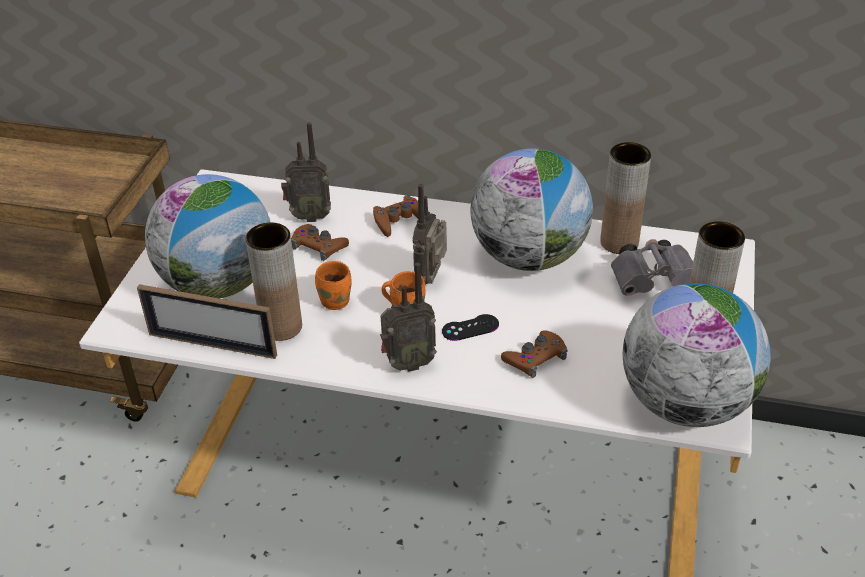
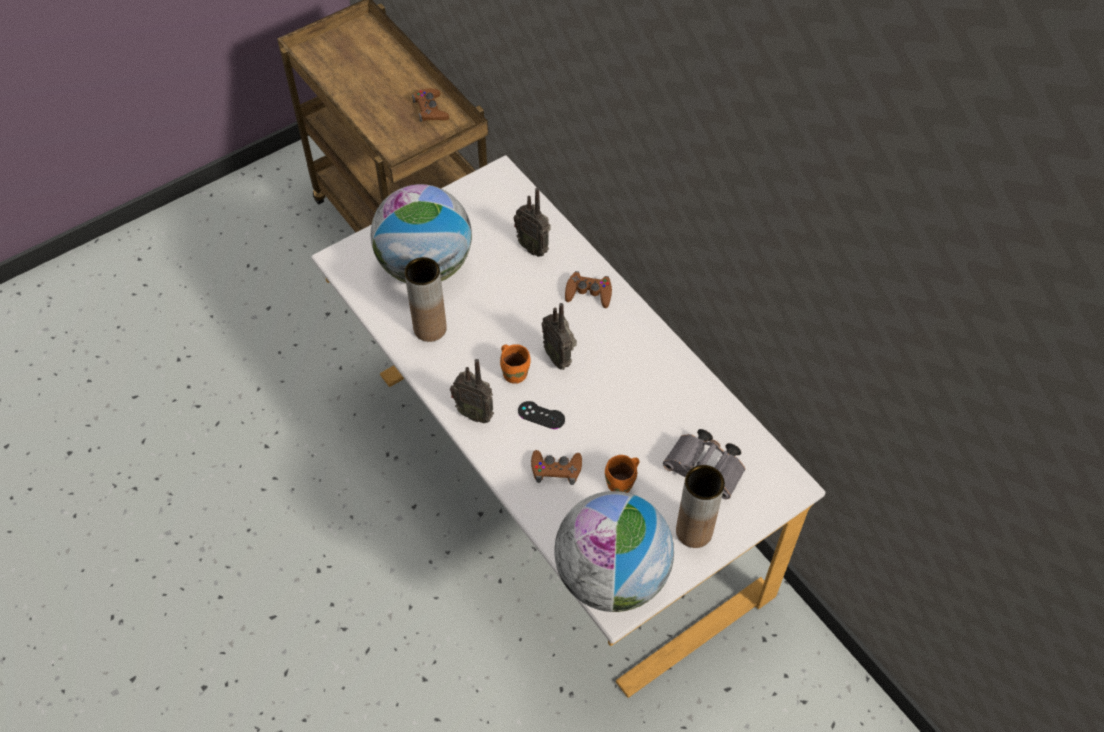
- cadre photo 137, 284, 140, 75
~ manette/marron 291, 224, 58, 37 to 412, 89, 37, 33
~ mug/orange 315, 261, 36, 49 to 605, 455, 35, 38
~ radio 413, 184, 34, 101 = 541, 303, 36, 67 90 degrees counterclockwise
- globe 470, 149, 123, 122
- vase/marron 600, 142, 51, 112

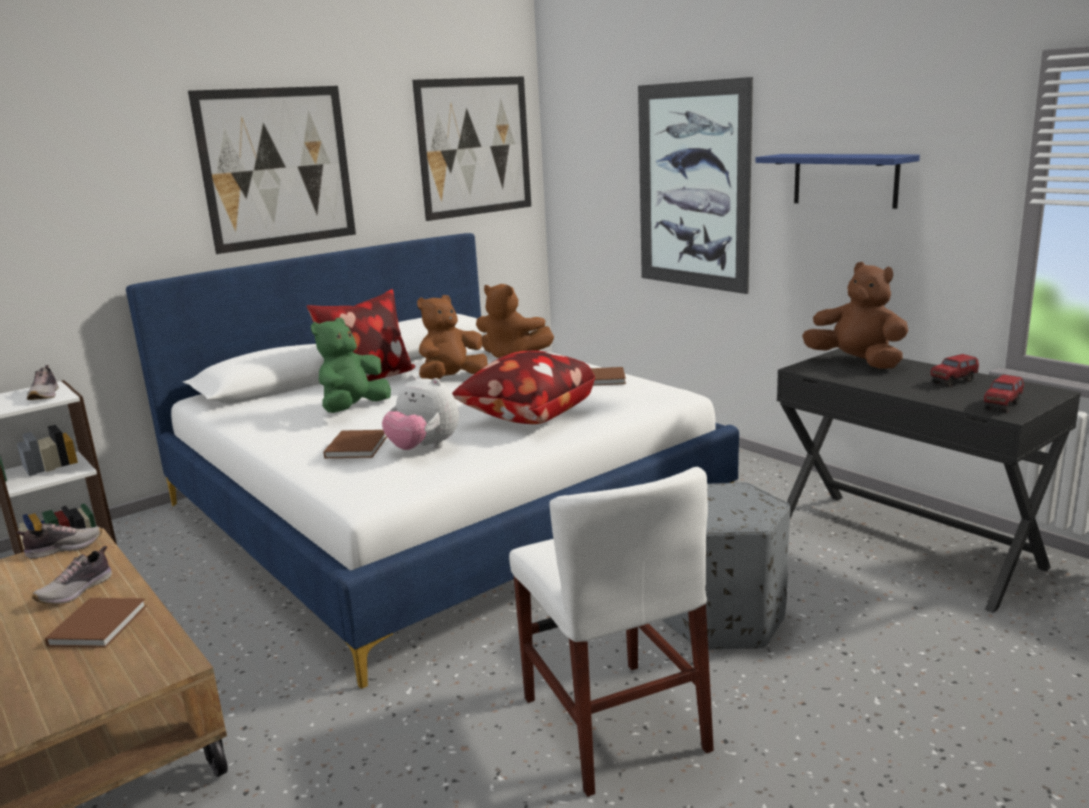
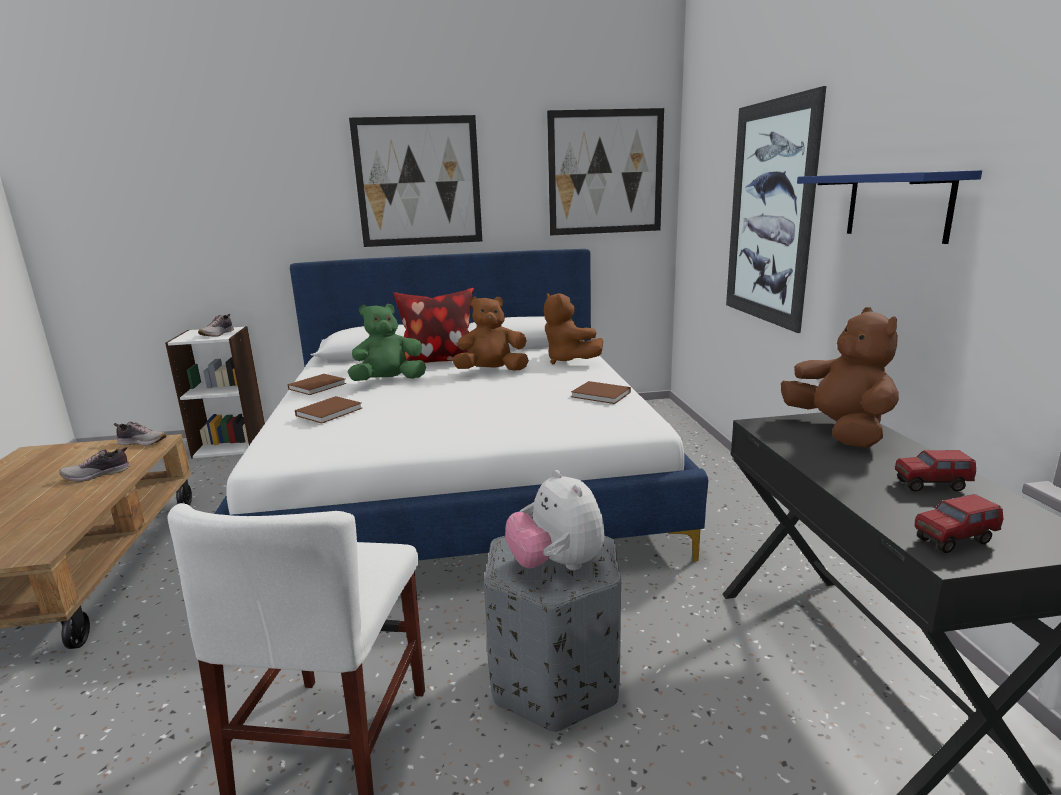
~ livre/marron 45, 598, 102, 50 to 287, 374, 59, 21
~ peluche 382, 375, 77, 75 to 505, 470, 100, 100
- coussin 452, 350, 143, 74

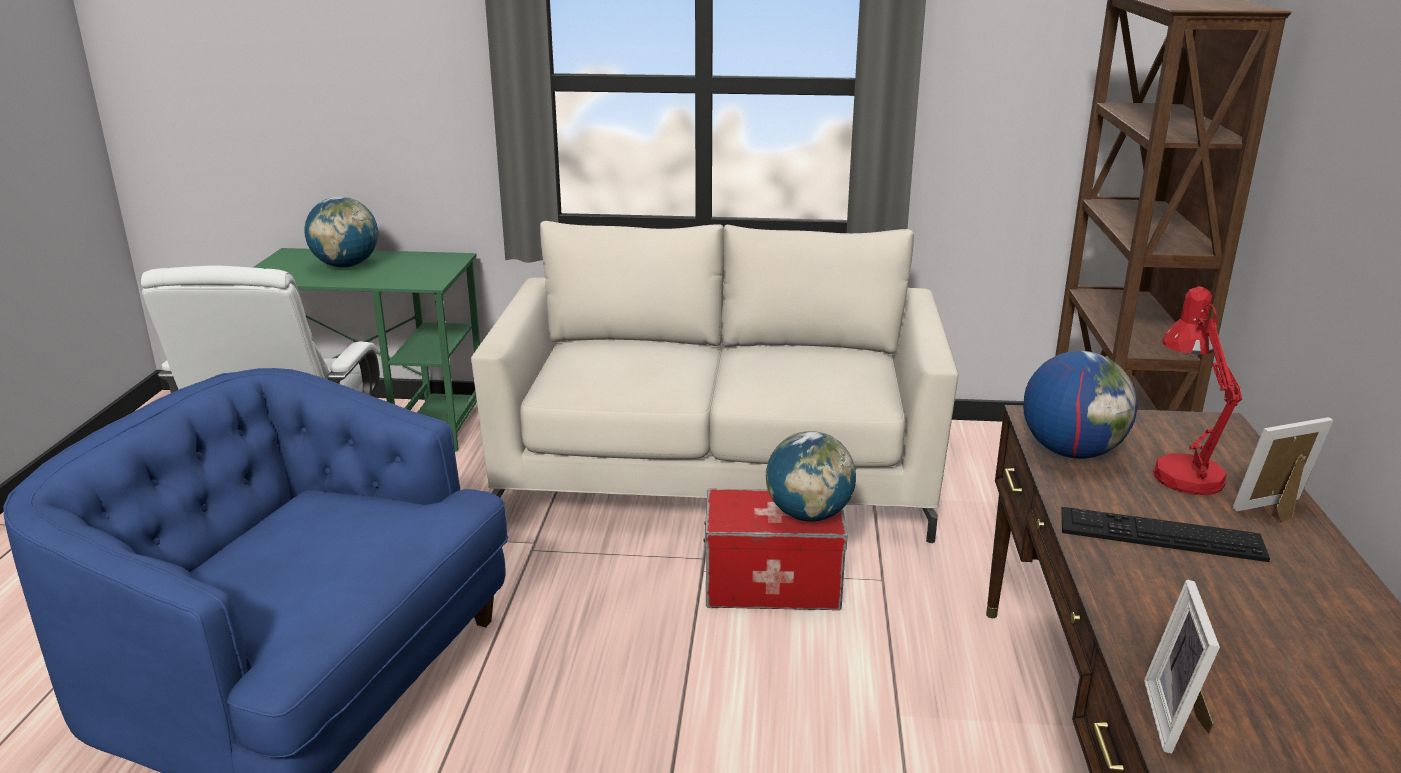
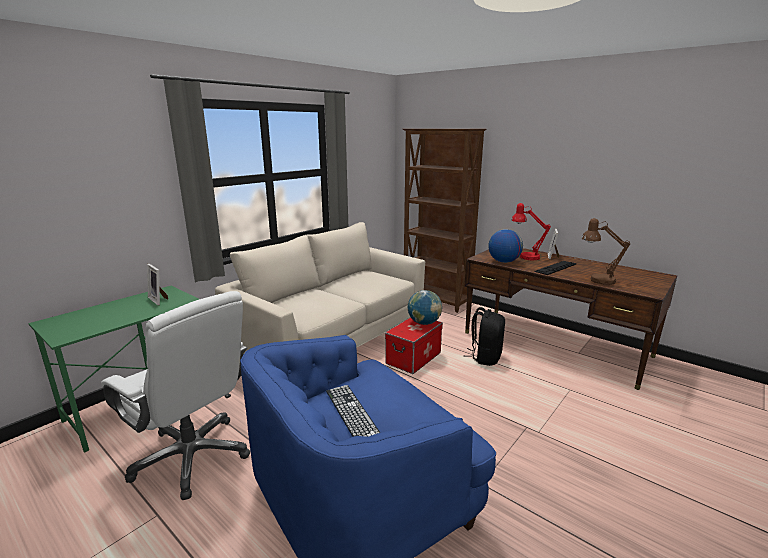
- globe 304, 197, 74, 71
~ cadre photo 1144, 580, 76, 174 to 147, 264, 21, 41
+ clavier 326, 385, 54, 52
+ sac à dos/noir 463, 307, 42, 59
+ lampe de table/marron 582, 218, 48, 67

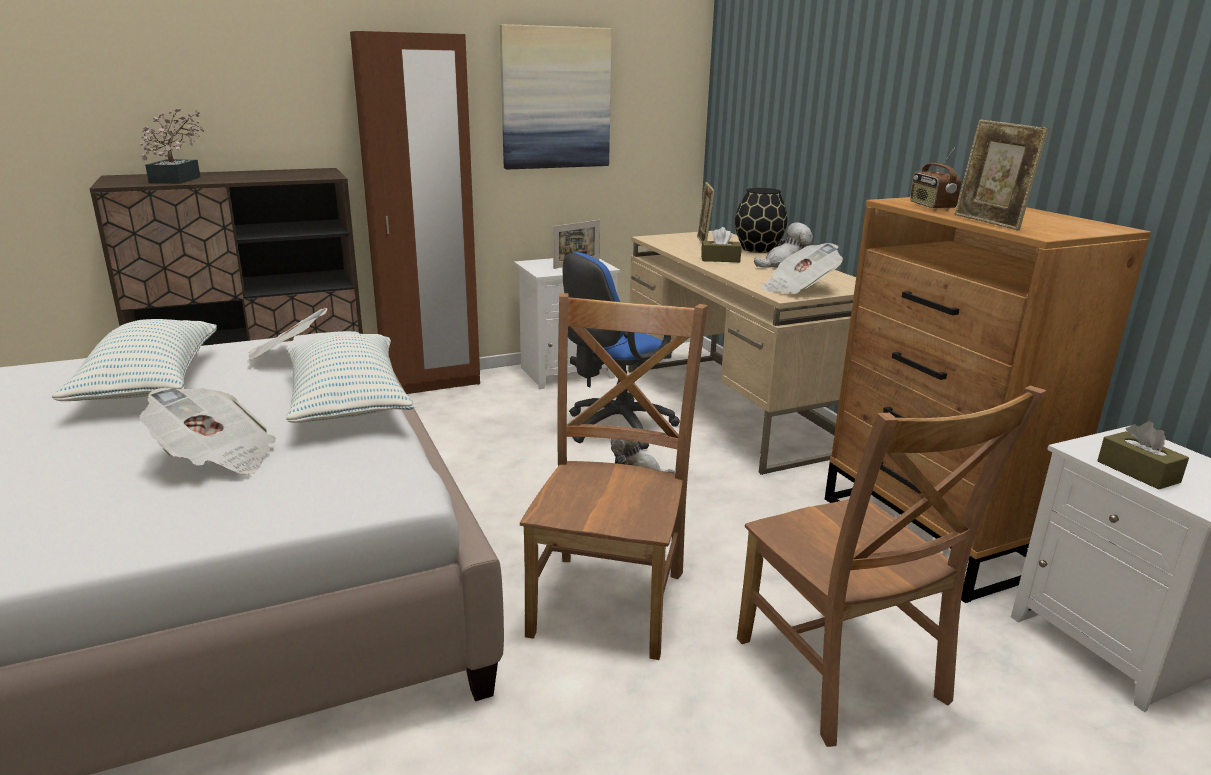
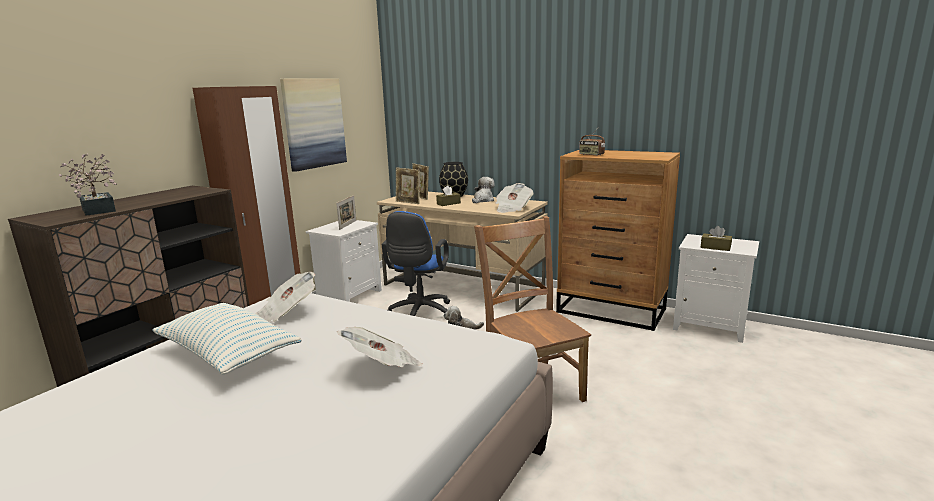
- coussin 286, 333, 128, 90
- chaise/marron 737, 386, 309, 361
~ cadre photo 955, 119, 94, 112 to 396, 167, 24, 37

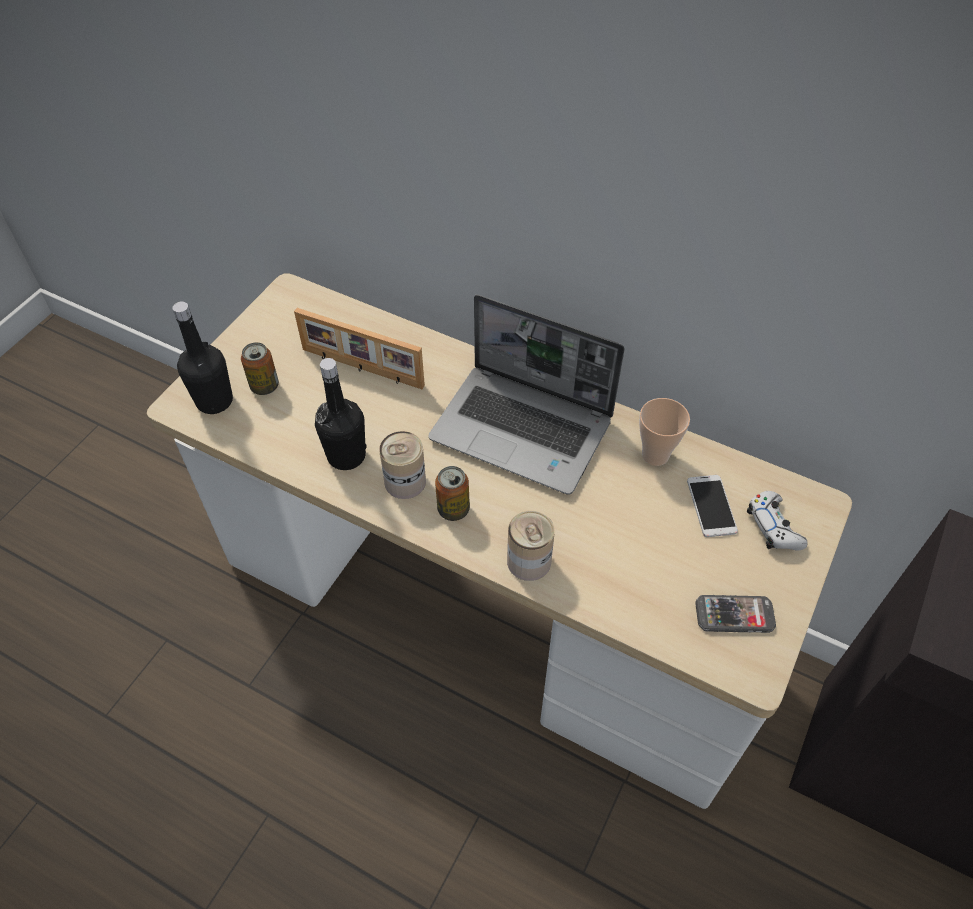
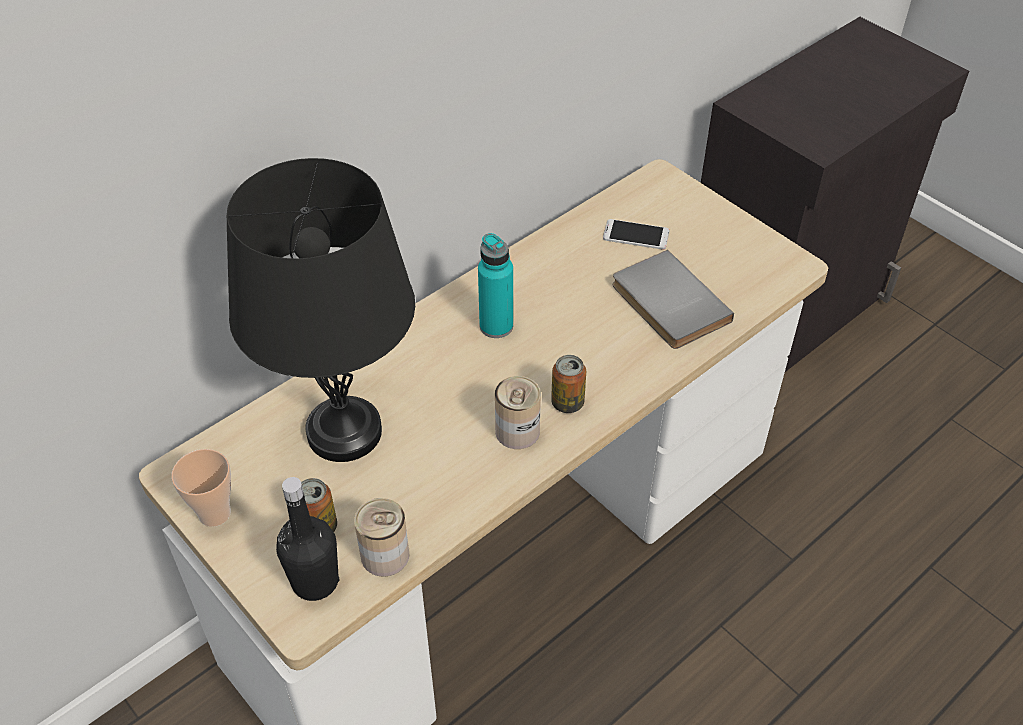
~ cadre photo 294, 308, 131, 81 to lampe de table/noir 227, 158, 188, 304
- bouteille/noir 315, 358, 52, 112
~ ordinateur portable 429, 295, 196, 200 to bouteille/turquoise 478, 233, 35, 105
~ boîte métallique 507, 511, 48, 70 to 354, 498, 56, 79
~ tasse 639, 398, 51, 68 to 171, 449, 60, 78
- téléphone 695, 595, 81, 38
- manette/blanc 747, 491, 61, 60
+ livre/gris 612, 250, 122, 99

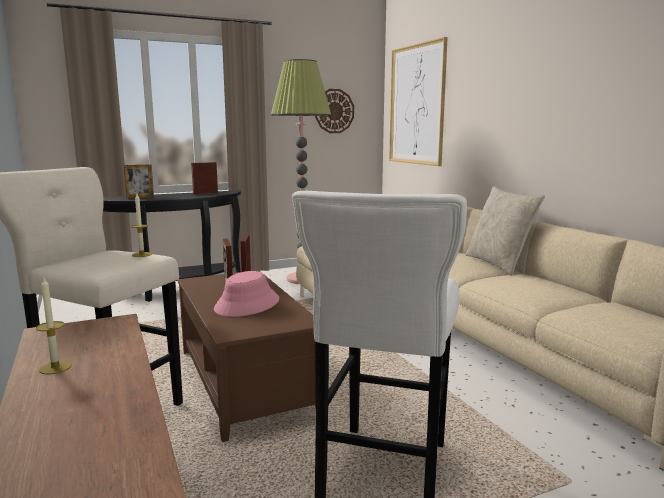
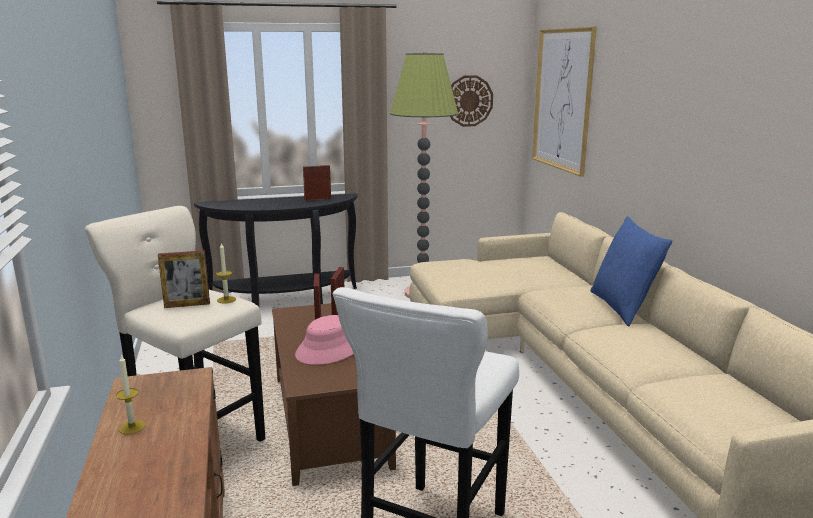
~ cadre photo 124, 164, 30, 35 to 158, 250, 52, 58
~ coussin/beige 465, 187, 80, 89 to coussin/bleu 590, 216, 82, 110

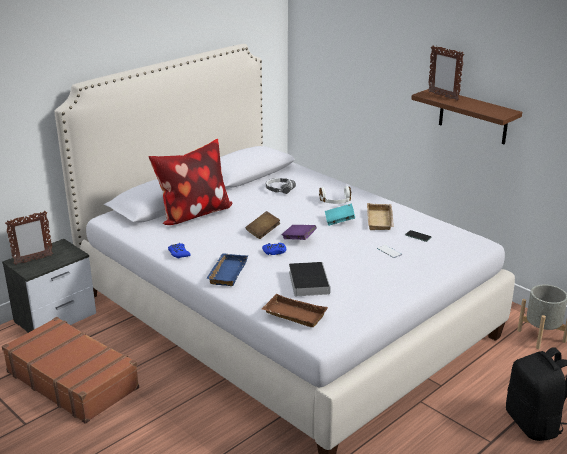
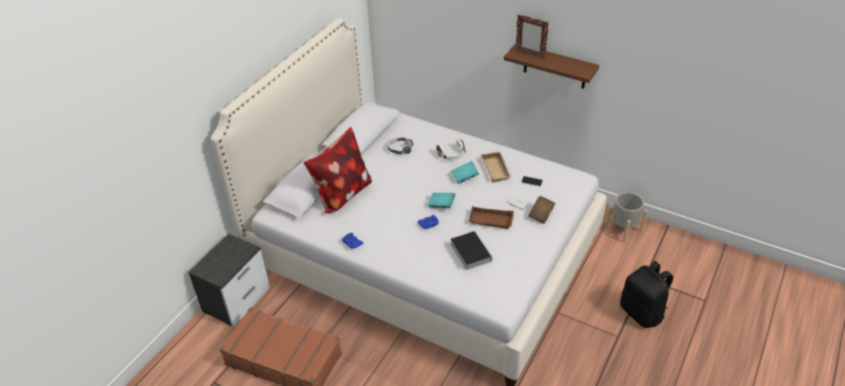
- cadre photo 5, 211, 48, 54
- plateau/bleu 206, 253, 42, 33
~ livre/marron 246, 211, 34, 28 to 528, 196, 27, 28
~ plateau/marron 262, 294, 66, 33 to 468, 206, 46, 23
~ livre/violet 282, 225, 35, 15 to livre/turquoise 428, 193, 28, 15

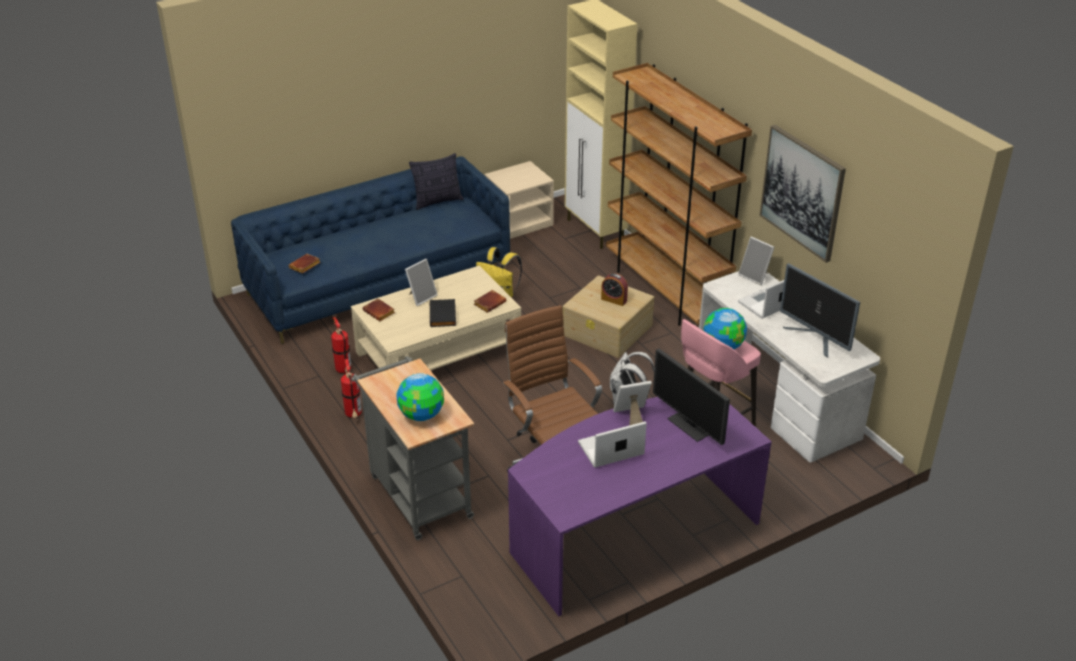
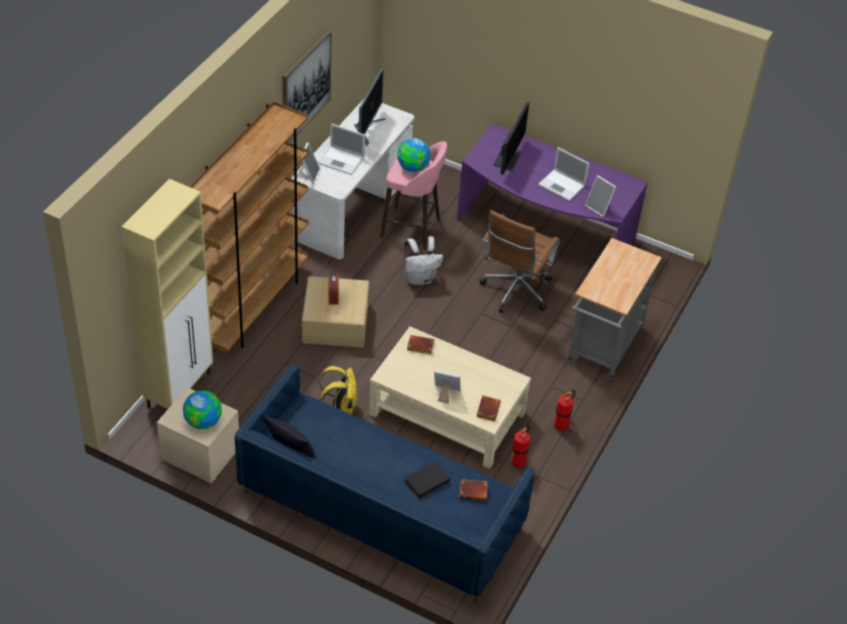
~ globe 396, 373, 48, 48 to 183, 390, 39, 39
~ livre/noir 430, 299, 26, 28 to 404, 461, 46, 37
~ cadre photo 613, 381, 39, 44 to 585, 175, 31, 42

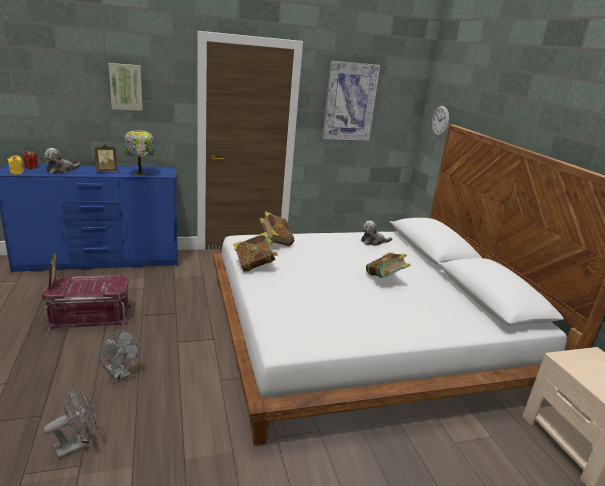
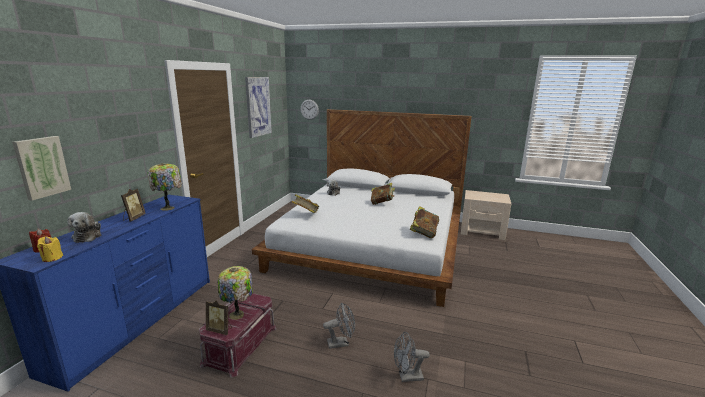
~ ventilateur/gris 44, 389, 52, 70 = 394, 332, 36, 50 90 degrees counterclockwise
~ tableau 109, 63, 34, 48 to 12, 136, 59, 65
~ livre 233, 232, 45, 40 to 410, 206, 29, 32
+ lampe de table 218, 266, 35, 54

